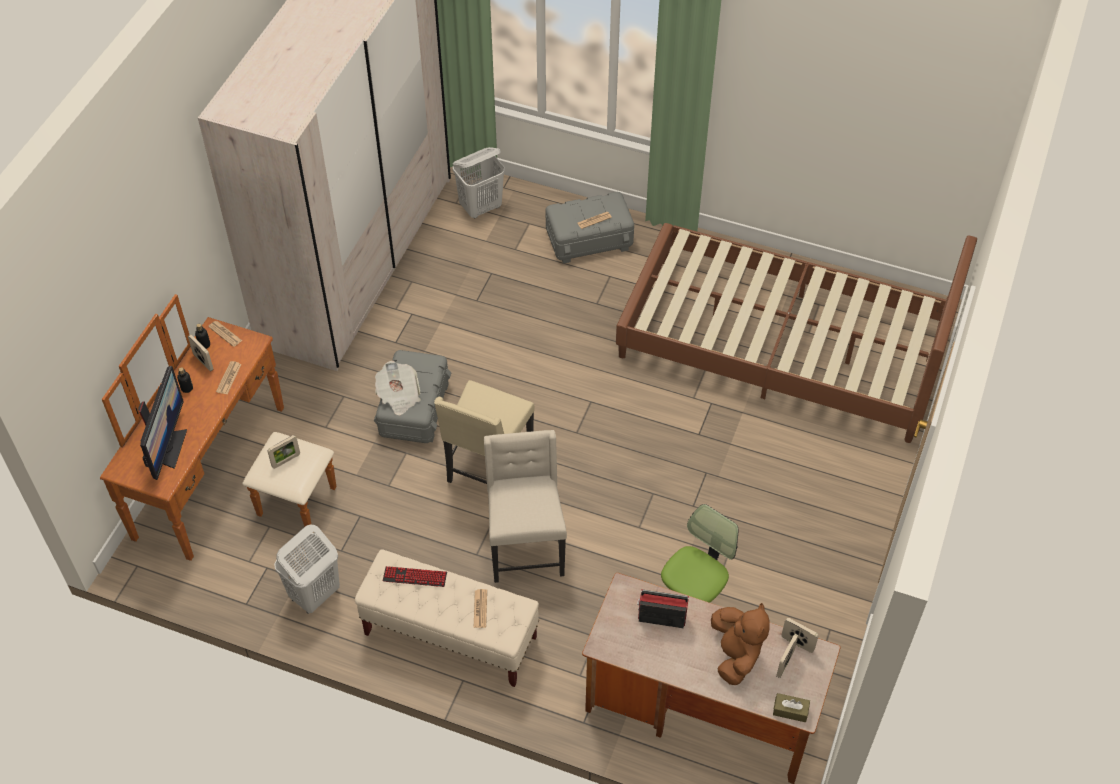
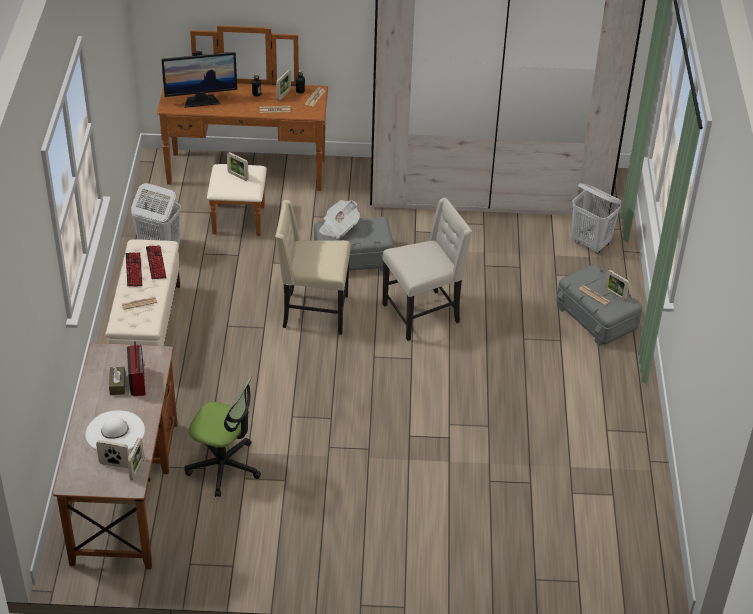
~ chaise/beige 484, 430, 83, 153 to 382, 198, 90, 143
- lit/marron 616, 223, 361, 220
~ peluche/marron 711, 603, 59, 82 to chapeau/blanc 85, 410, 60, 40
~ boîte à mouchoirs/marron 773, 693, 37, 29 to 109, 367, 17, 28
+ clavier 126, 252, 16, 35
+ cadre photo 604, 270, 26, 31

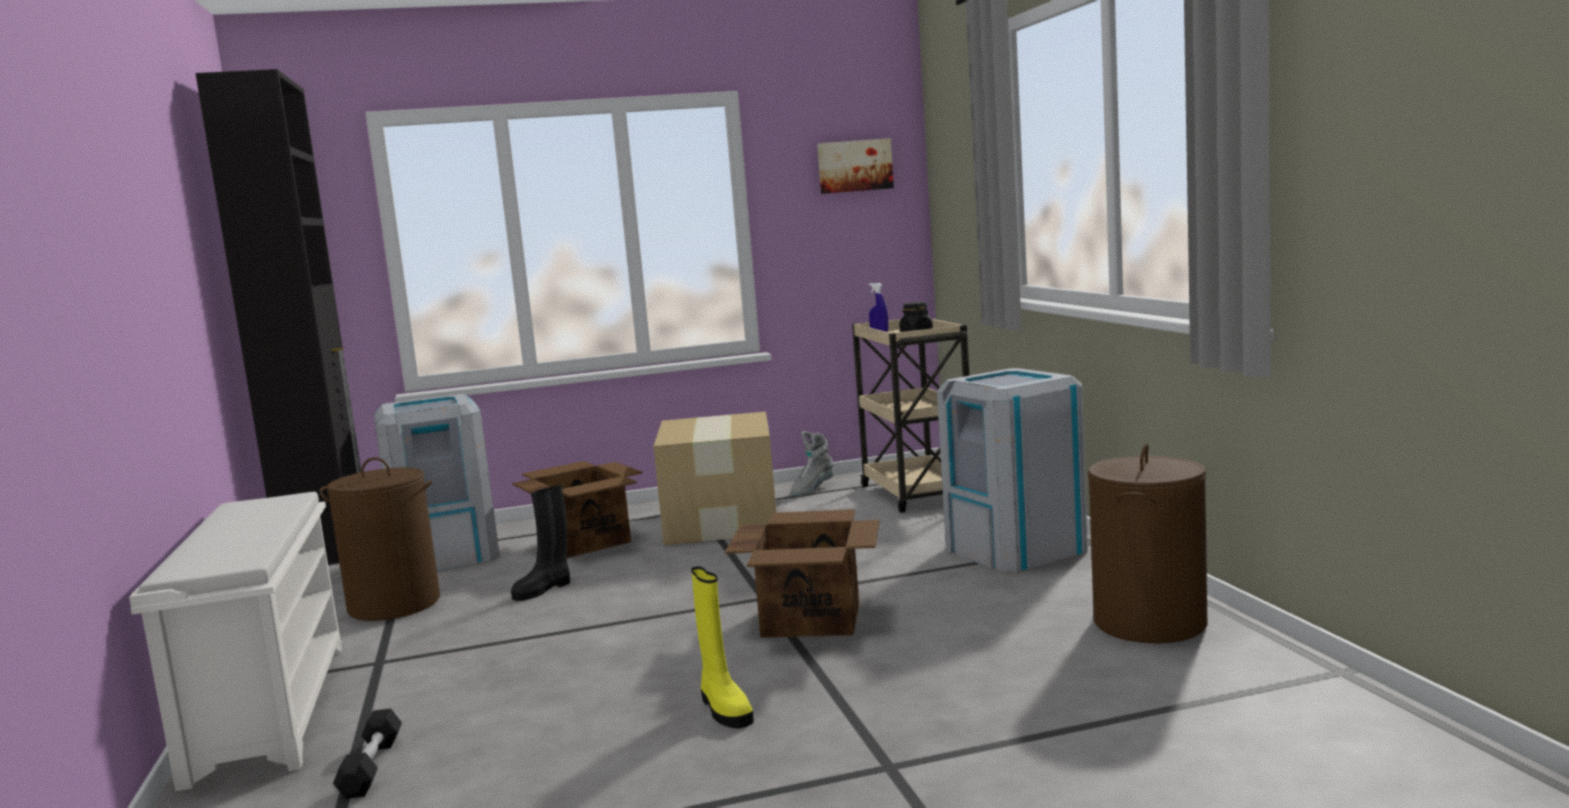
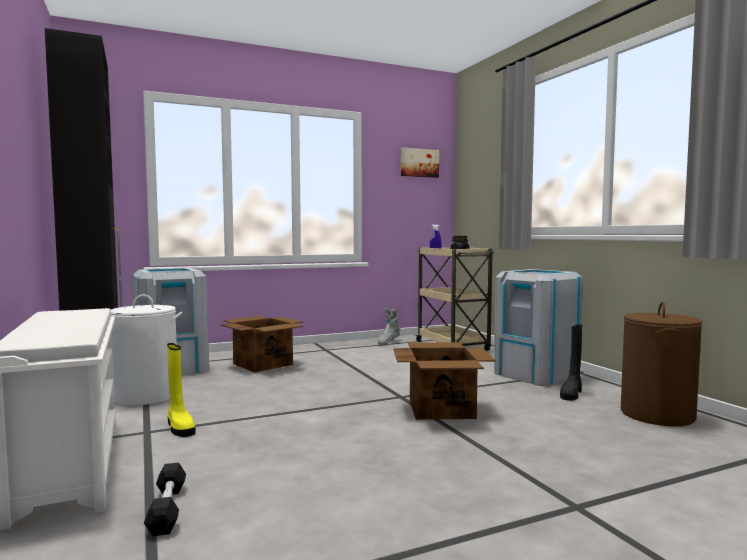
~ panier à linge/marron 319, 457, 121, 164 to panier à linge/blanc 111, 294, 71, 111
~ botte/noir 511, 485, 59, 116 to 560, 325, 22, 76
- carton 653, 411, 123, 134
~ botte/jaune 691, 566, 63, 162 to 167, 343, 29, 94

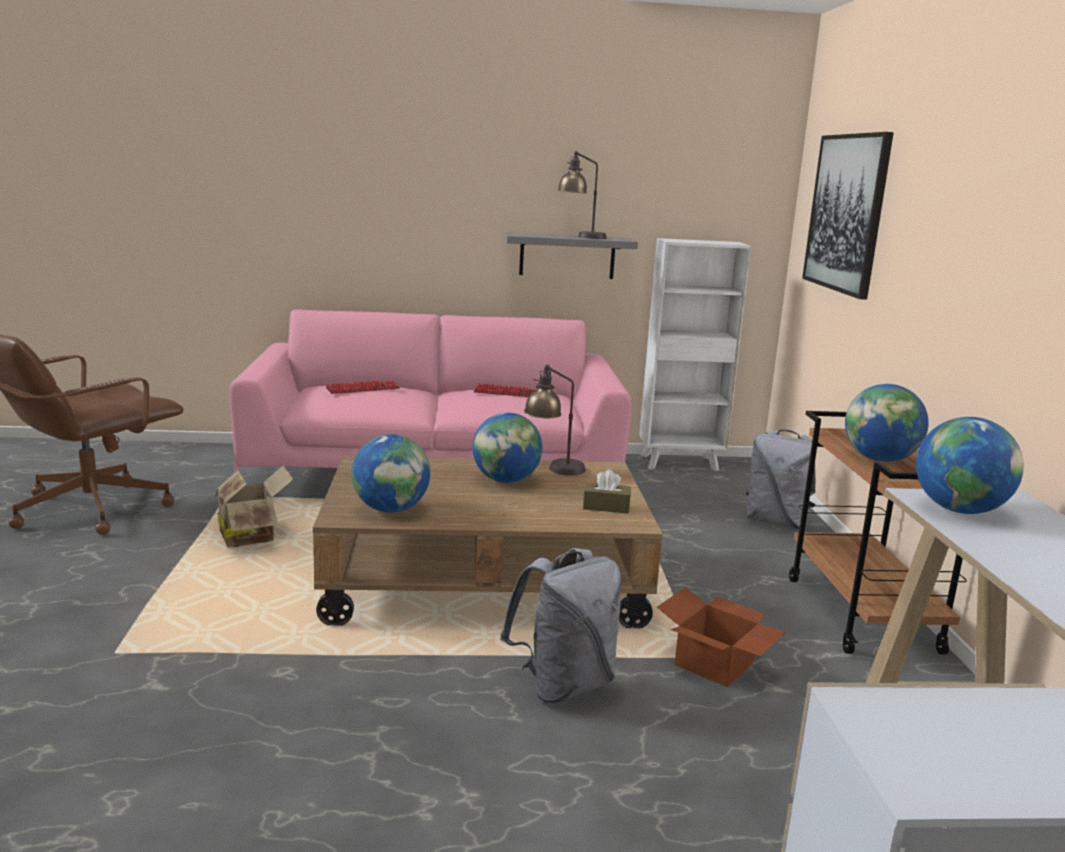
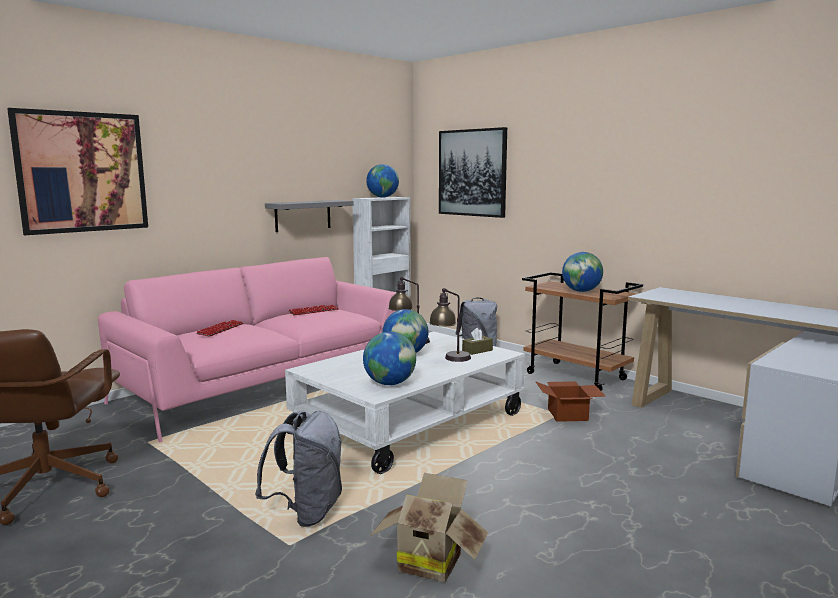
~ carton 215, 466, 78, 82 to 370, 473, 118, 110
~ table basse/marron 313, 455, 350, 173 to table basse/blanc 285, 332, 240, 142
~ sac à dos/gris 500, 548, 122, 155 to 255, 411, 87, 116
~ lampe de table 558, 151, 49, 88 to 429, 288, 42, 74
~ globe 916, 417, 108, 97 to 366, 164, 33, 34
+ tableau 7, 108, 141, 127

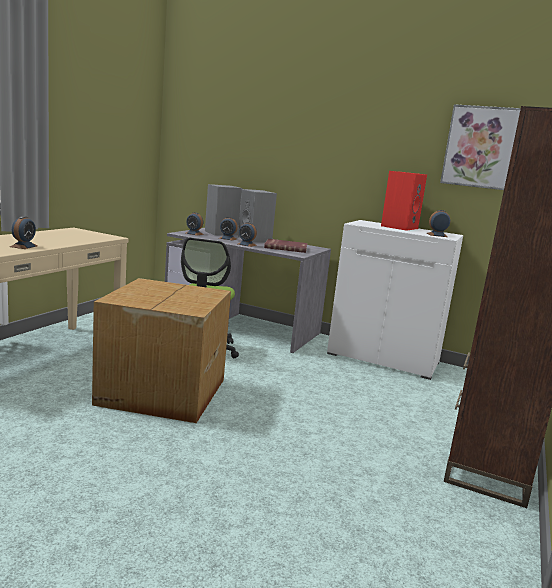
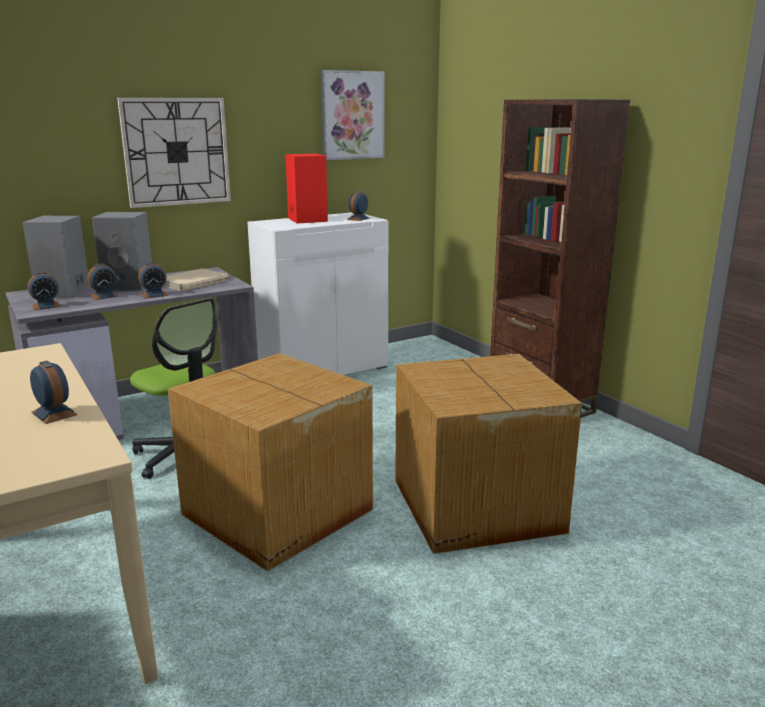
~ livre/rouge 264, 239, 44, 14 to livre/beige 164, 268, 65, 23
+ horloge murale 117, 97, 114, 111
+ carton 395, 354, 187, 200

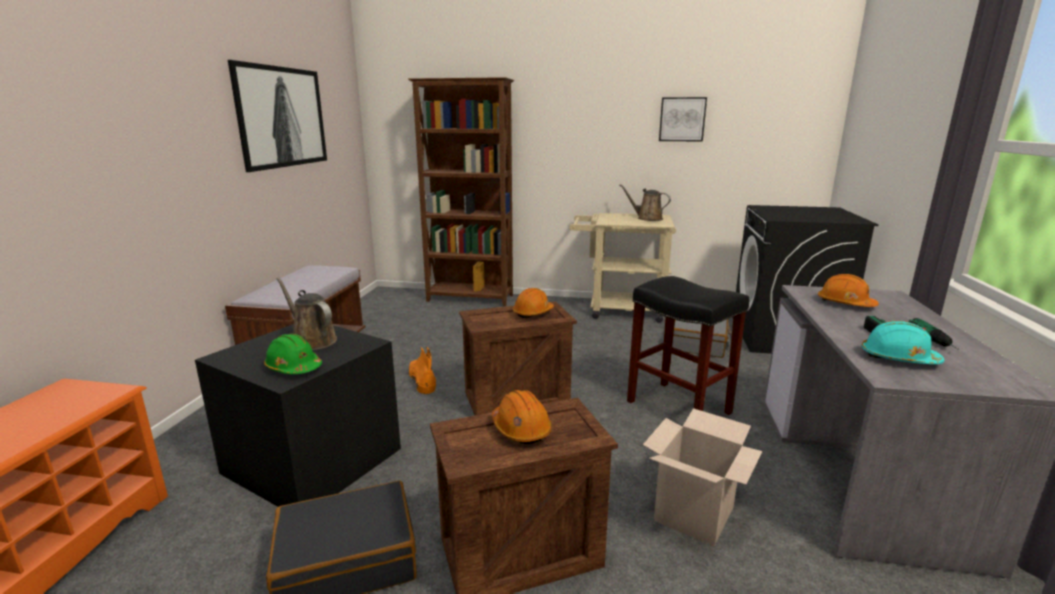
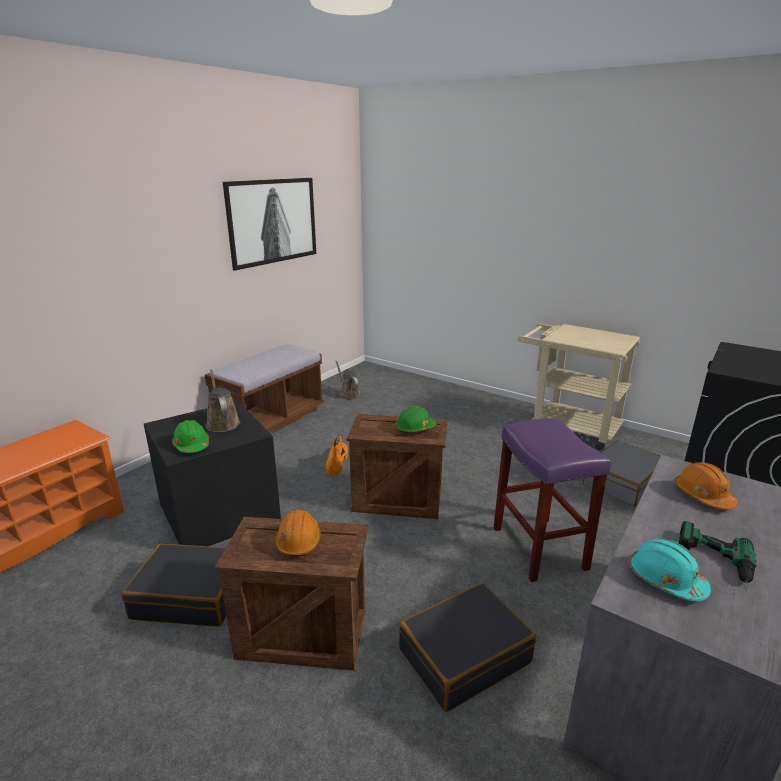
- bibliothèque/marron 408, 77, 106, 229
~ casque de chantier/orange 512, 288, 42, 30 to casque de chantier/vert 395, 406, 41, 27
~ arrosoir/marron 619, 184, 52, 37 to 335, 360, 25, 39
~ tabouret/noir 627, 276, 122, 139 to tabouret/violet 494, 418, 117, 164
~ carton 643, 408, 119, 138 to valise/noir 399, 583, 137, 129
- tableau 659, 97, 48, 44

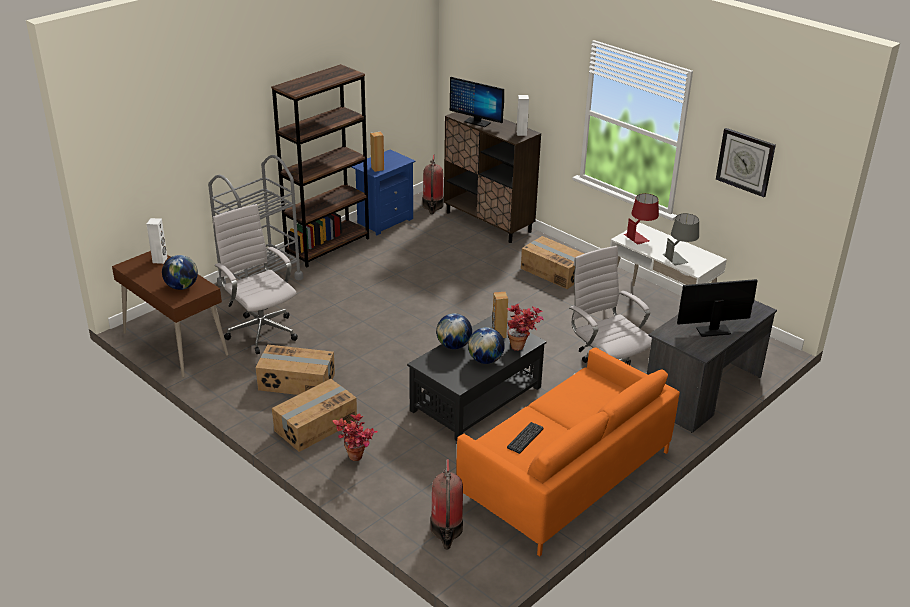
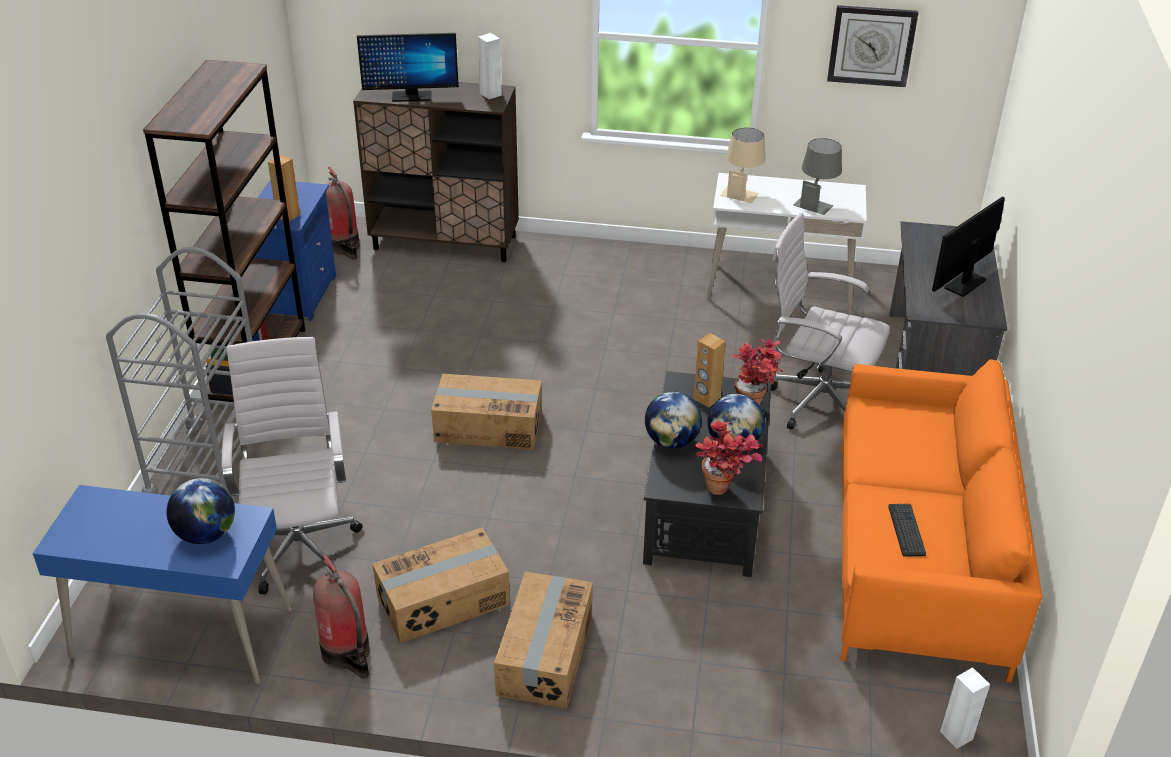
~ bureau/marron 112, 251, 116, 127 to bureau/bleu 32, 485, 260, 199
~ enceinte/blanc 147, 218, 21, 46 to 940, 667, 50, 82
~ chaise de bureau/blanc 213, 204, 85, 150 = 222, 337, 140, 258 60 degrees clockwise
~ plante en pot 333, 413, 45, 48 to 695, 420, 69, 75
~ extincteur 431, 459, 32, 91 to 313, 554, 57, 125
~ carton 521, 236, 64, 53 to 431, 374, 111, 76
~ lampe de table/rouge 624, 194, 35, 50 to lampe de table/beige 720, 128, 46, 75

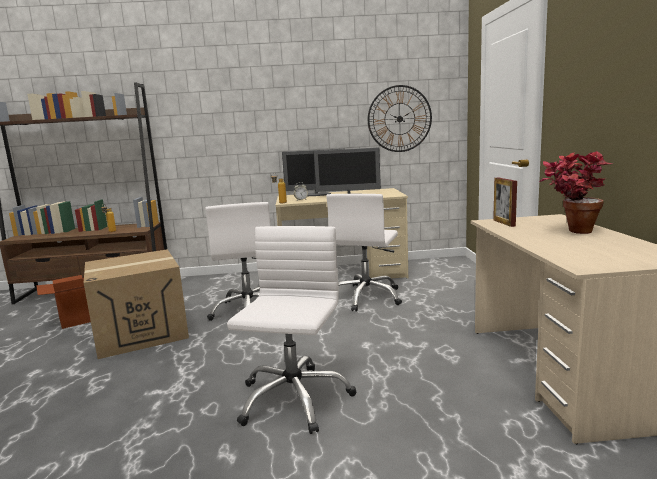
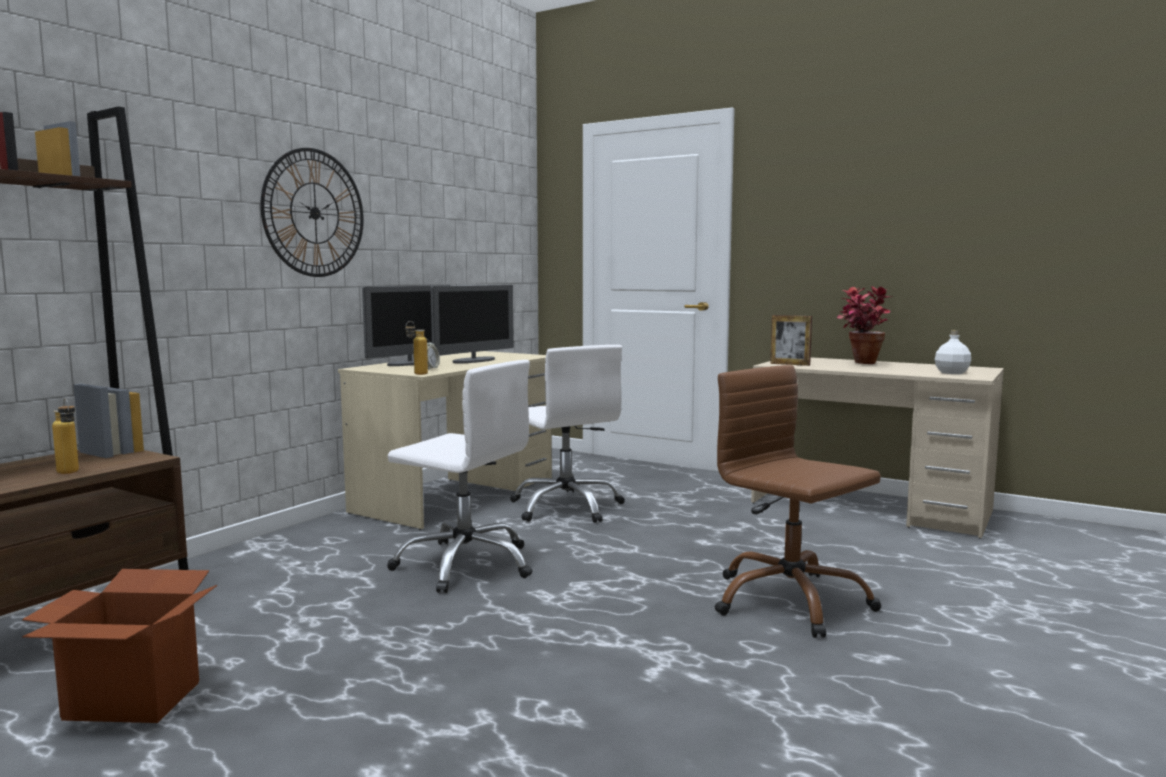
- carton 84, 249, 105, 110
~ chaise de bureau/blanc 227, 226, 129, 208 to chaise de bureau/marron 715, 365, 166, 273
~ horloge murale 368, 85, 64, 67 to 260, 148, 104, 129
+ bouteille/blanc 935, 330, 36, 44

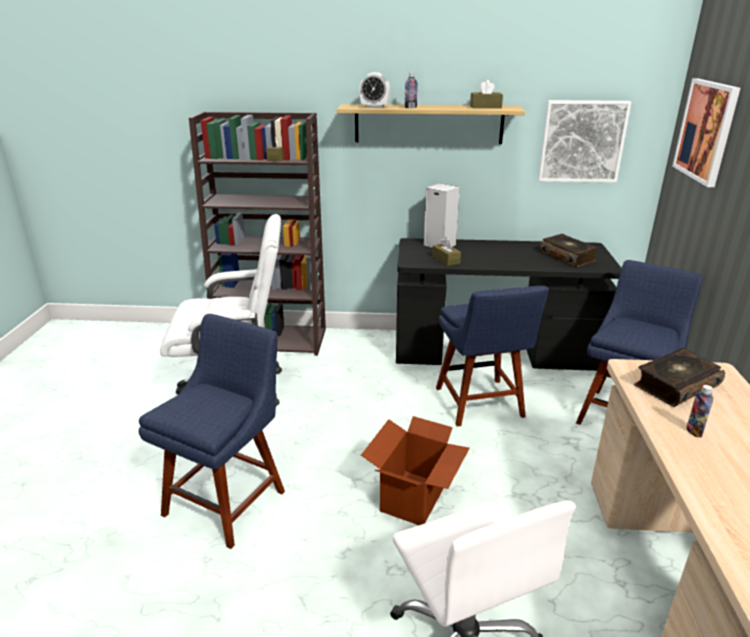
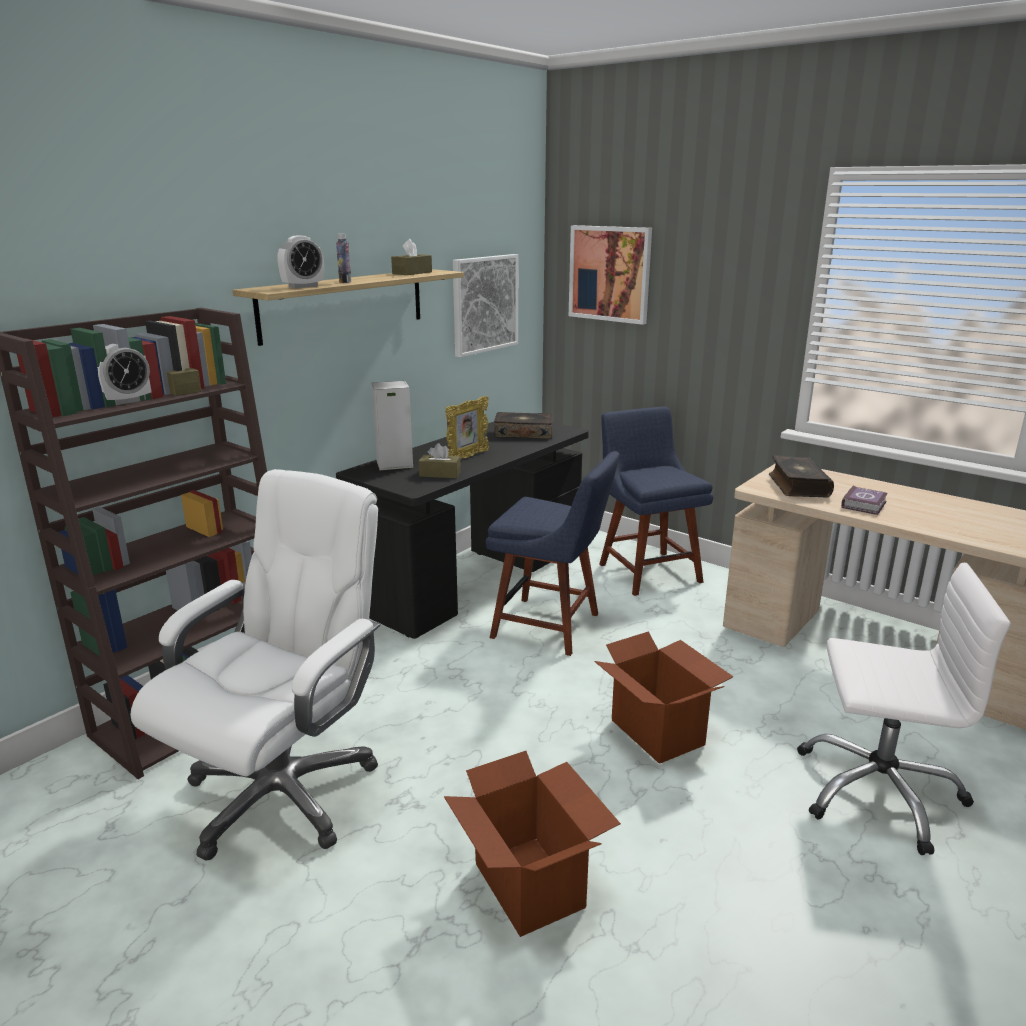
~ chaise/bleu 139, 314, 146, 235 to carton 444, 751, 177, 186
~ bouteille 686, 385, 27, 52 to livre 841, 486, 47, 29
+ réveil 97, 344, 54, 61
+ cadre photo 445, 396, 44, 63

